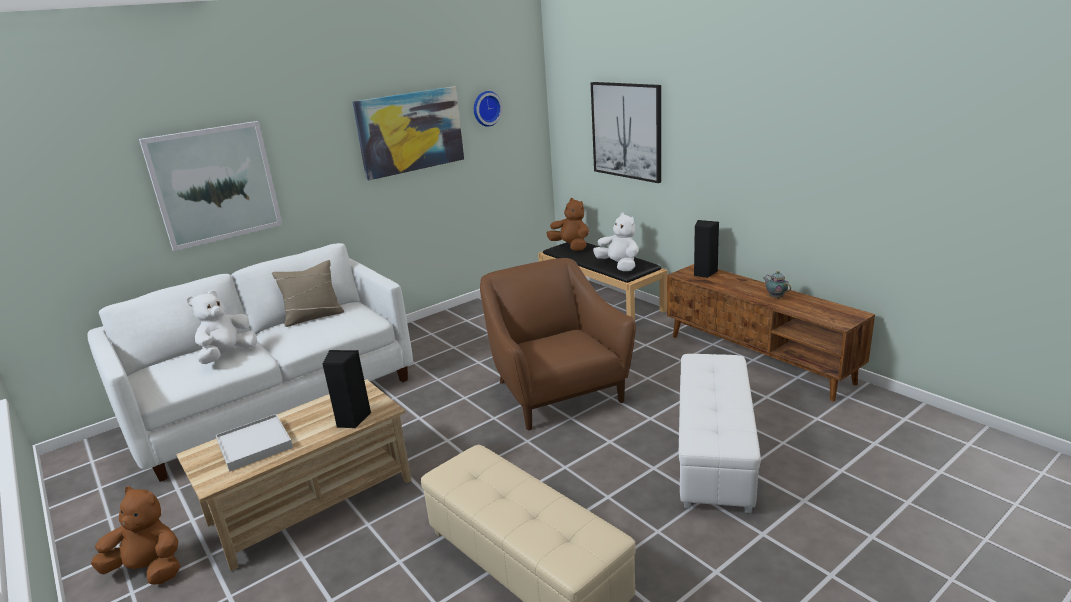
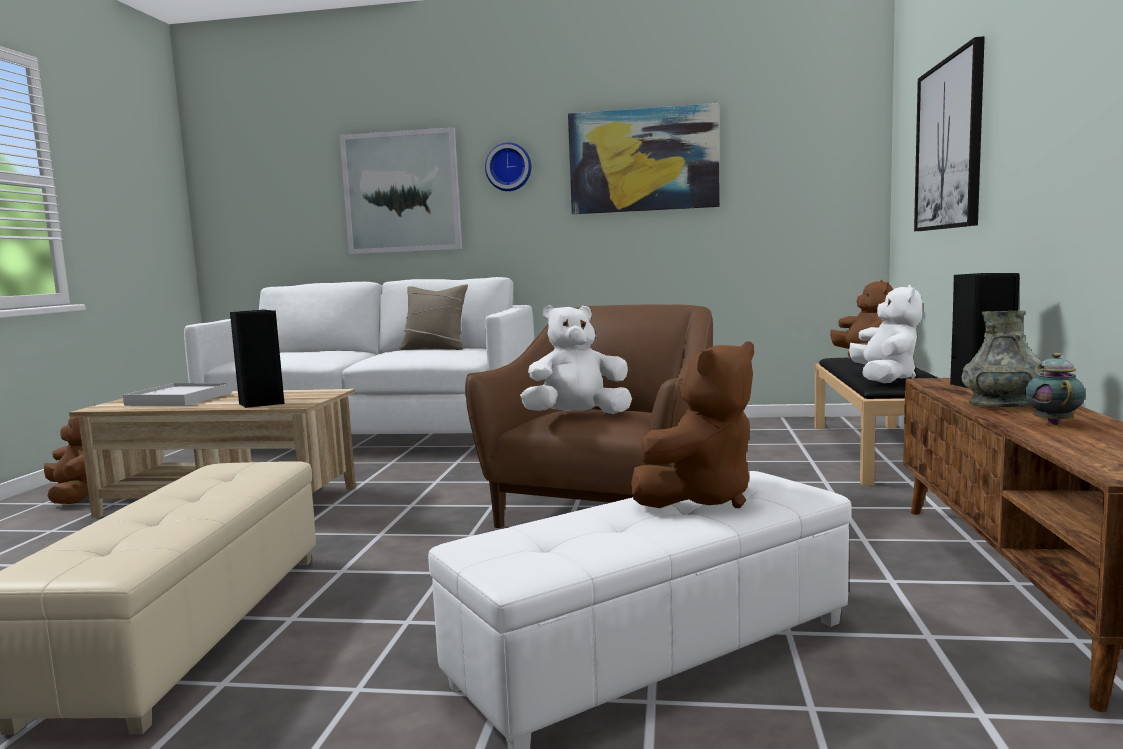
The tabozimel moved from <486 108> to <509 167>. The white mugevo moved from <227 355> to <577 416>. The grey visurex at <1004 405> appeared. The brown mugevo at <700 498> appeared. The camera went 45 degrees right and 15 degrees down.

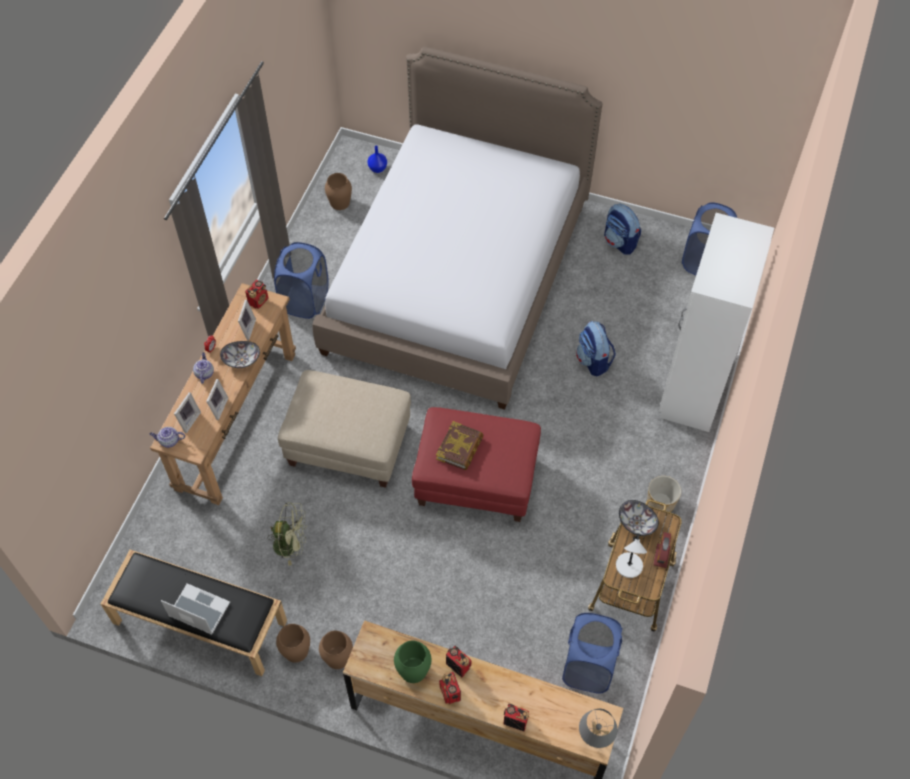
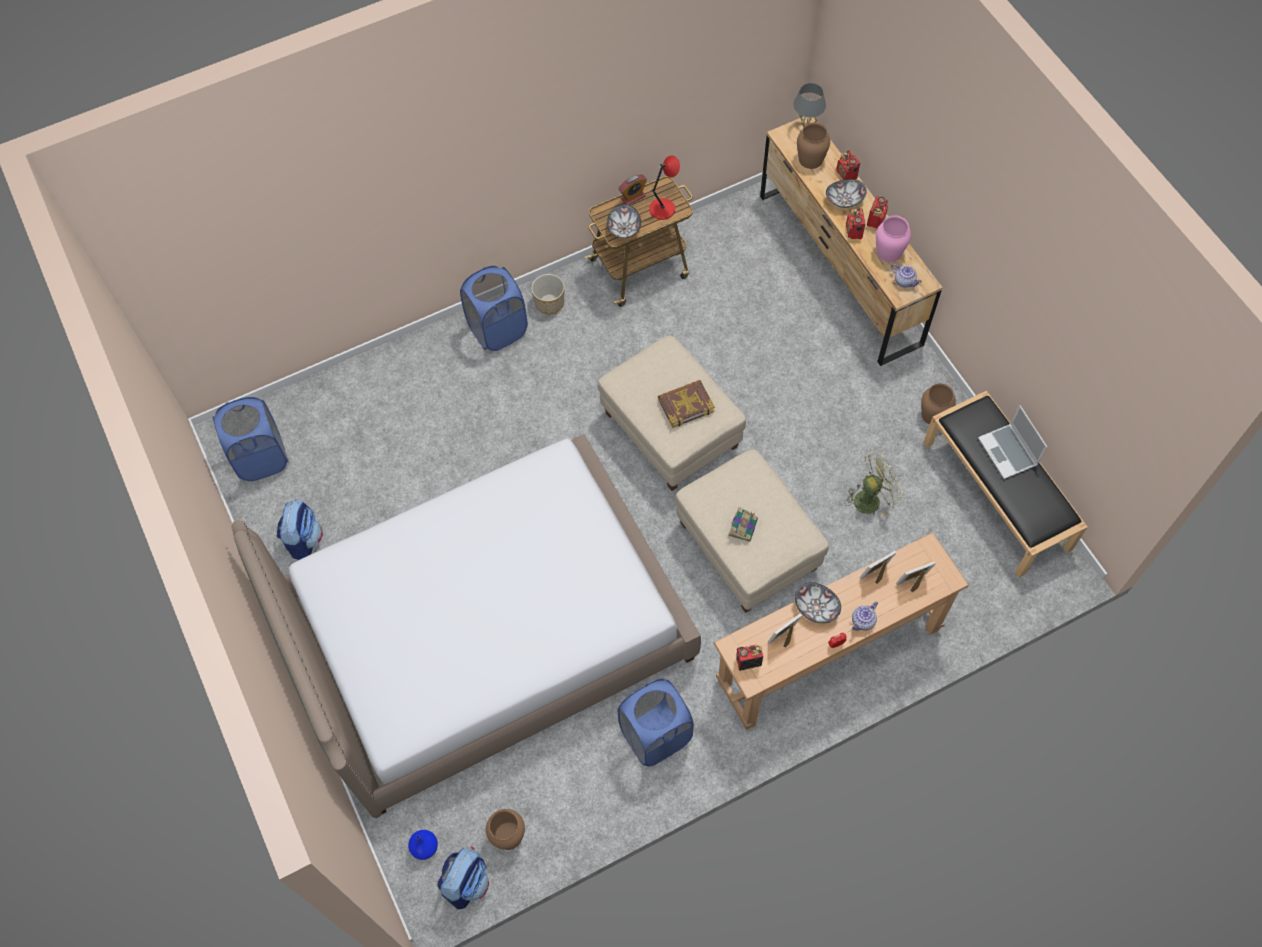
The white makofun at <693 387> disappeared. The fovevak moved from <593 361> to <467 882>. The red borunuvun at <476 480> became the beige borunuvun at <671 431>. The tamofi moved from <169 441> to <905 281>. The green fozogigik at <291 545> turned 105 degrees clockwise. The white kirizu at <629 567> became the red kirizu at <663 208>. The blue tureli moved from <588 667> to <498 329>. The brown visurex moved from <338 657> to <810 159>. The green visurex at <413 670> became the pink visurex at <889 251>. The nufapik at <844 200> appeared. The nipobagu at <743 526> appeared. The camera went 135 degrees left and 5 degrees up.

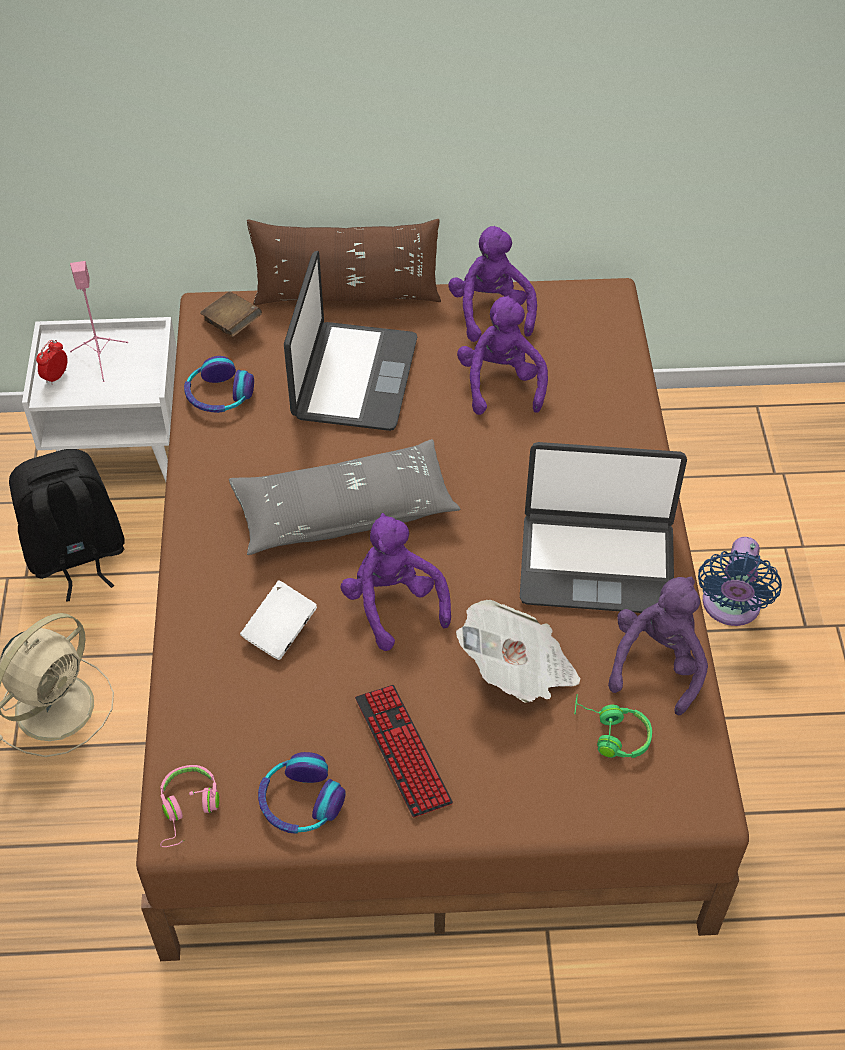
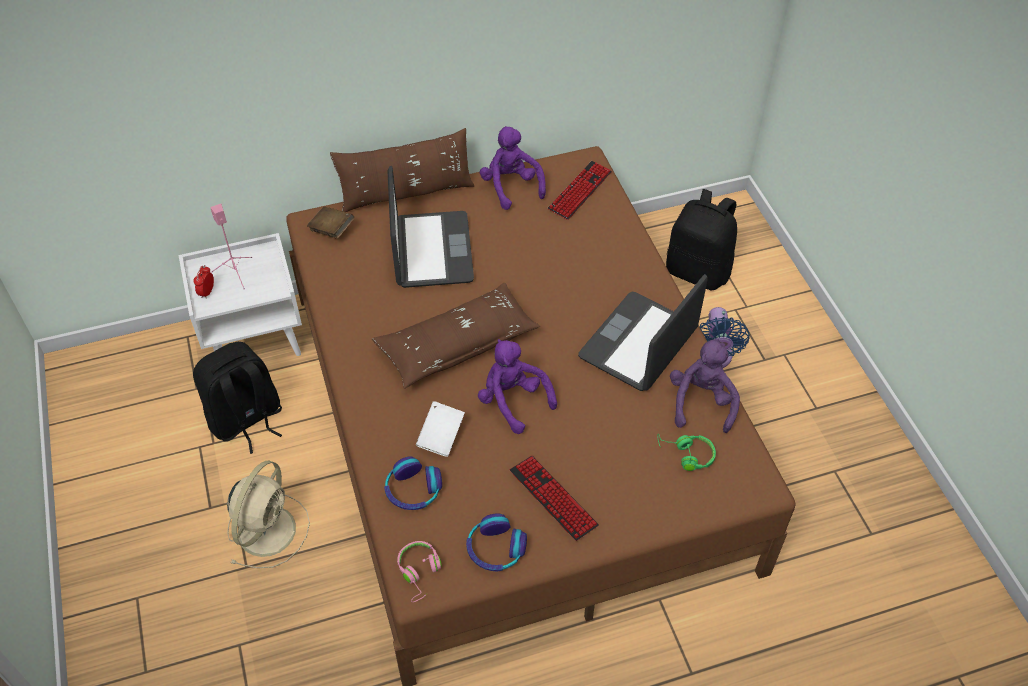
The purple mugevo at <501 383> disappeared. The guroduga moved from <219 395> to <413 490>. The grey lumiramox at <344 511> became the brown lumiramox at <457 344>. The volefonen at <597 563> turned 135 degrees clockwise. The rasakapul at <518 670> disappeared. The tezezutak at <580 191> appeared. The black fovevak at <698 271> appeared. The camera went 15 degrees left and 0 degrees up.

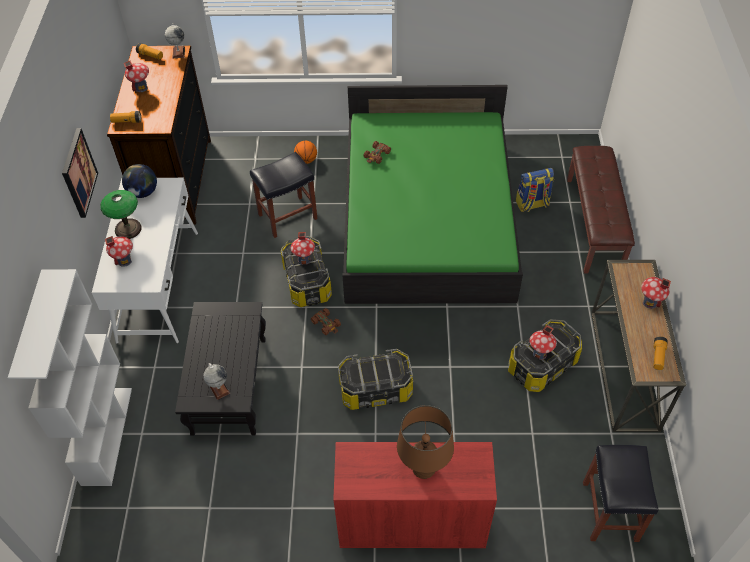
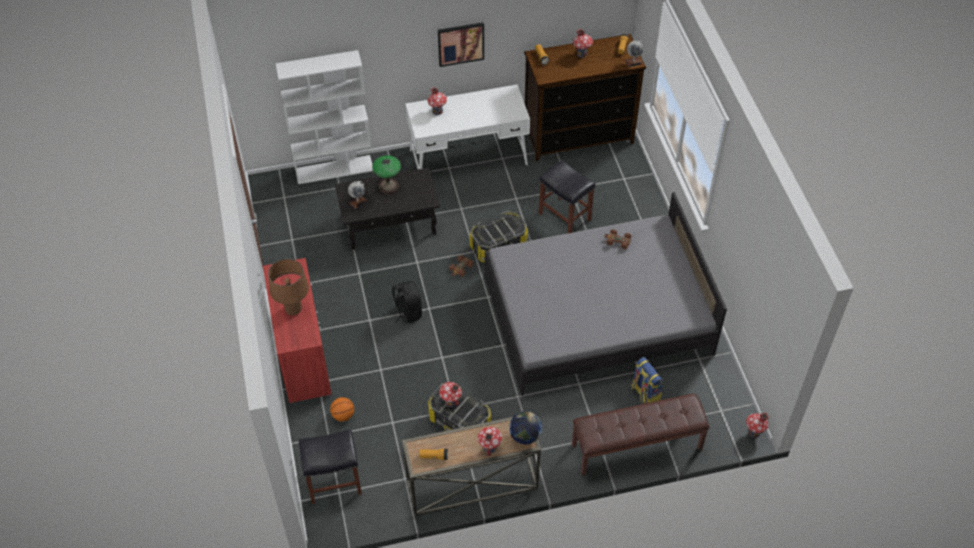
The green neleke at <427 218> became the grey neleke at <597 314>. The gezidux moved from <306 160> to <343 415>. The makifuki moved from <143 192> to <525 436>. The kirizu moved from <127 229> to <388 186>. The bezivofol moved from <304 260> to <754 432>. The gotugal at <375 390> was replaced by the black fovevak at <407 312>. The camera went 75 degrees right and 0 degrees up.

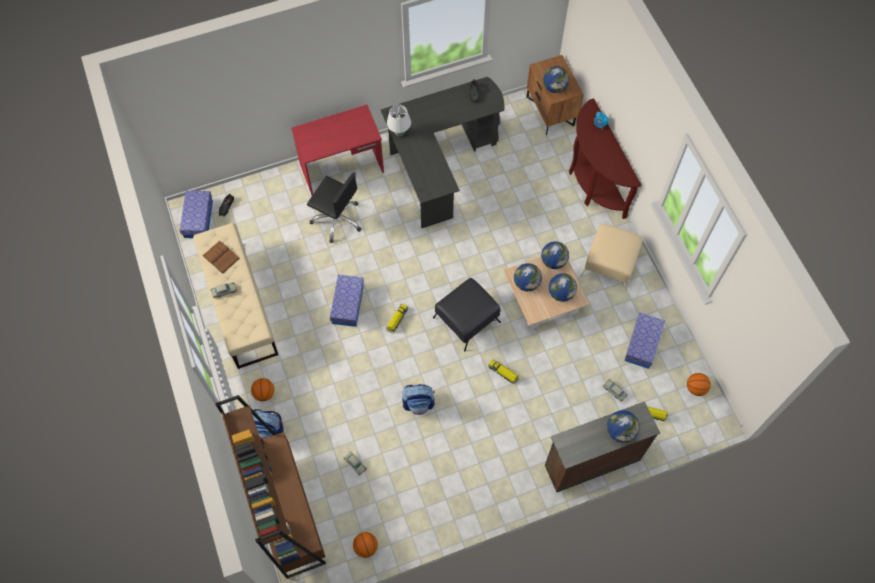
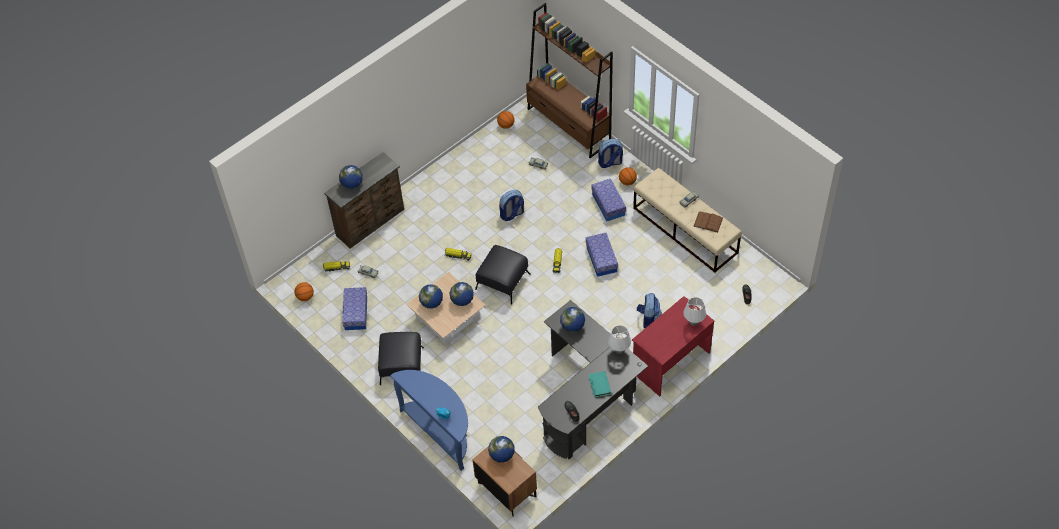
The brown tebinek at <593 183> became the blue tebinek at <440 432>. The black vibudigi at <337 219> was replaced by the fovevak at <648 318>. The gotugal moved from <198 219> to <608 204>. The beige borunuvun at <609 264> became the black borunuvun at <402 365>. The makifuki moved from <553 261> to <572 326>. The white kirizu at <694 322> appeared. The turquoise nipobagu at <599 385> appeared. The camera went 160 degrees right and 10 degrees down.

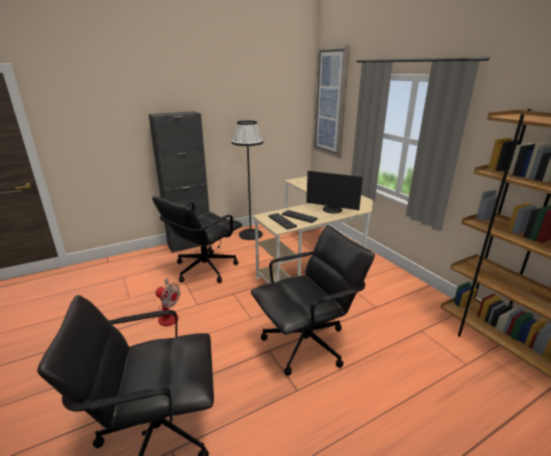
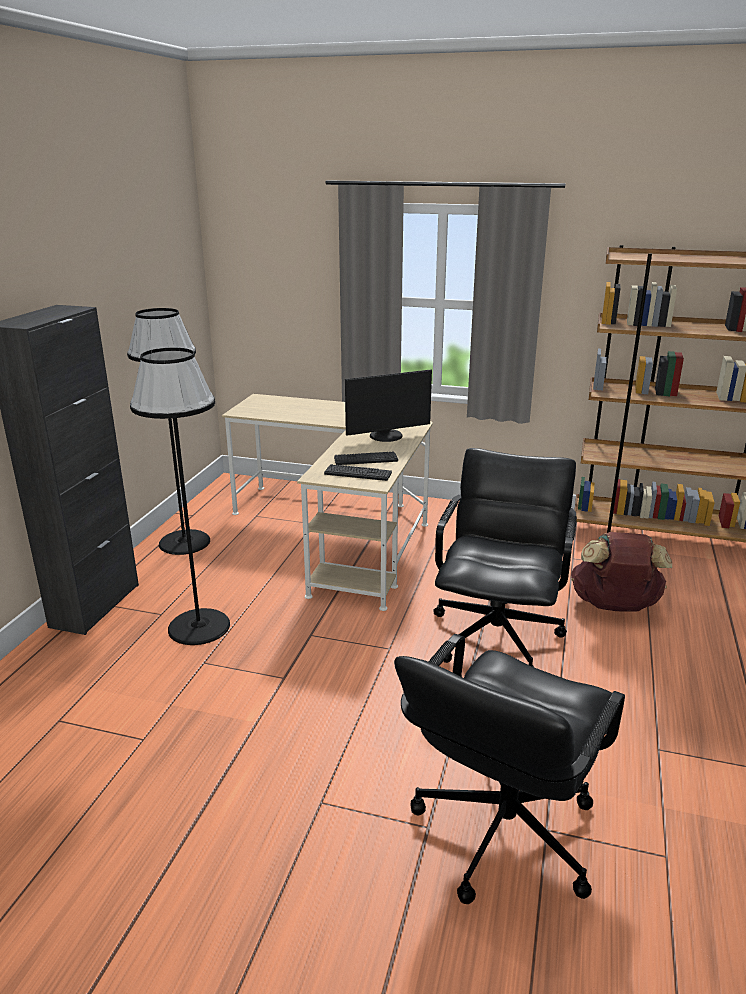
The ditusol at <330 102> disappeared. The black vibudigi at <204 268> was replaced by the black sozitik at <198 627>. The fozogigik at <168 314> disappeared. The brown fovevak at <614 606> appeared. The camera went 45 degrees left and 0 degrees up.

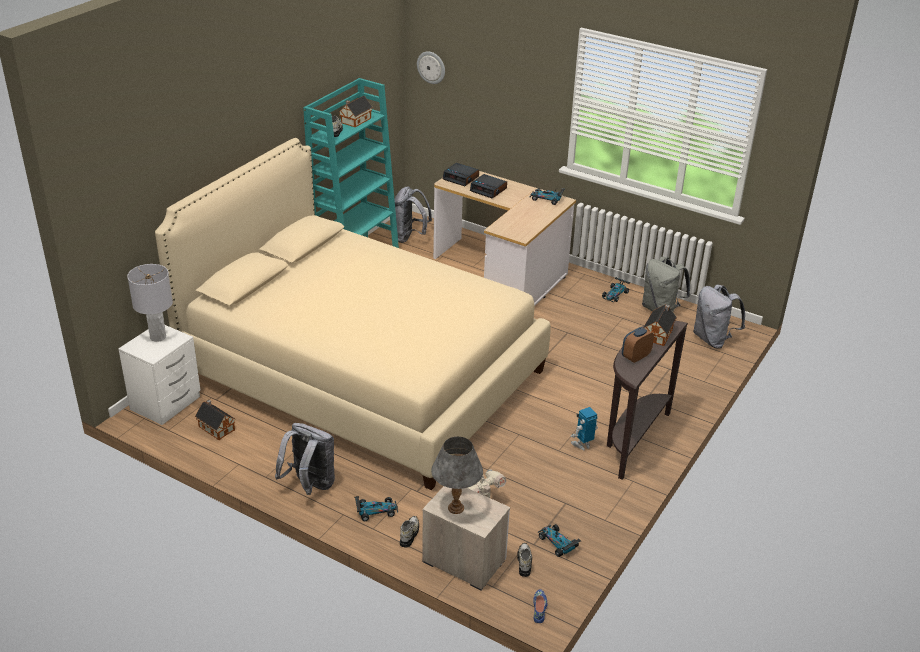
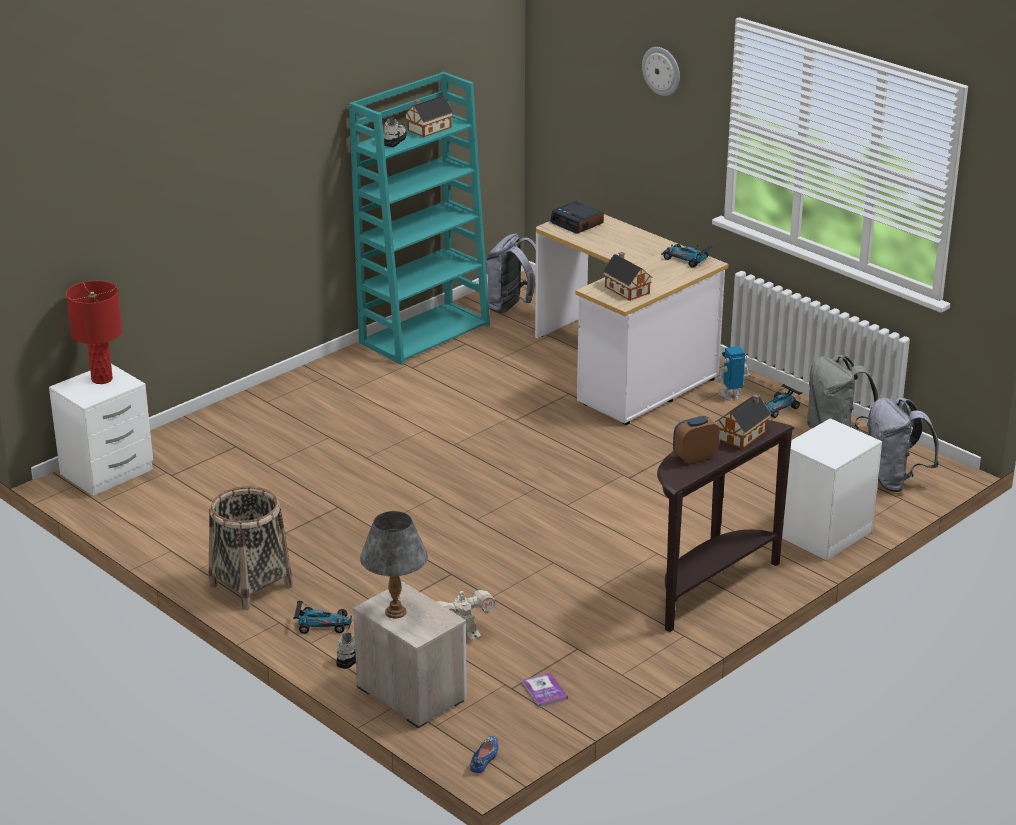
The tabozimel moved from <431 67> to <662 71>. The beige neleke at <363 373> disappeared. The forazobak at <489 190> disappeared. The grey kirizu at <158 337> became the red kirizu at <102 379>. The bezivofol moved from <216 427> to <626 289>. The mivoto moved from <582 445> to <731 396>. The grey fovevak at <310 485> was replaced by the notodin at <250 585>. The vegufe at <557 543> was replaced by the nipobagu at <544 691>. The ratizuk at <524 563> disappeared. The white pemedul at <822 533> appeared. The camera went 15 degrees right and 5 degrees down.

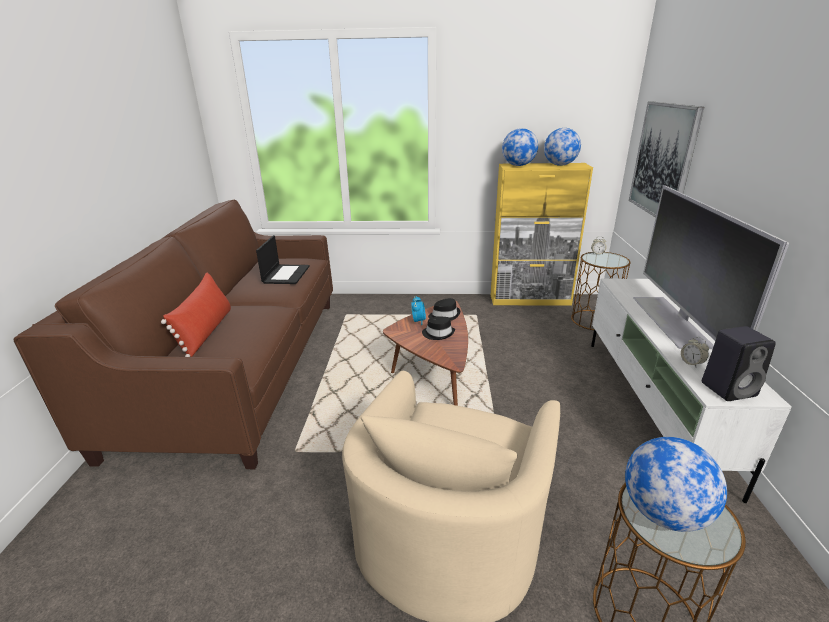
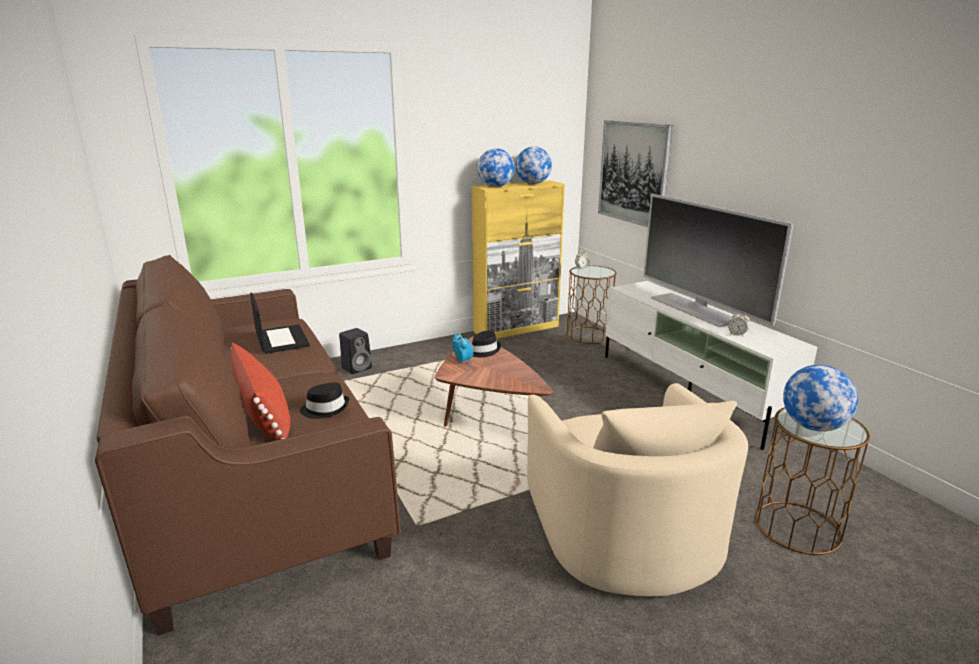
The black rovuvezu moved from <438 333> to <325 409>. The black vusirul moved from <729 389> to <357 368>. The camera went 30 degrees left and 5 degrees down.

